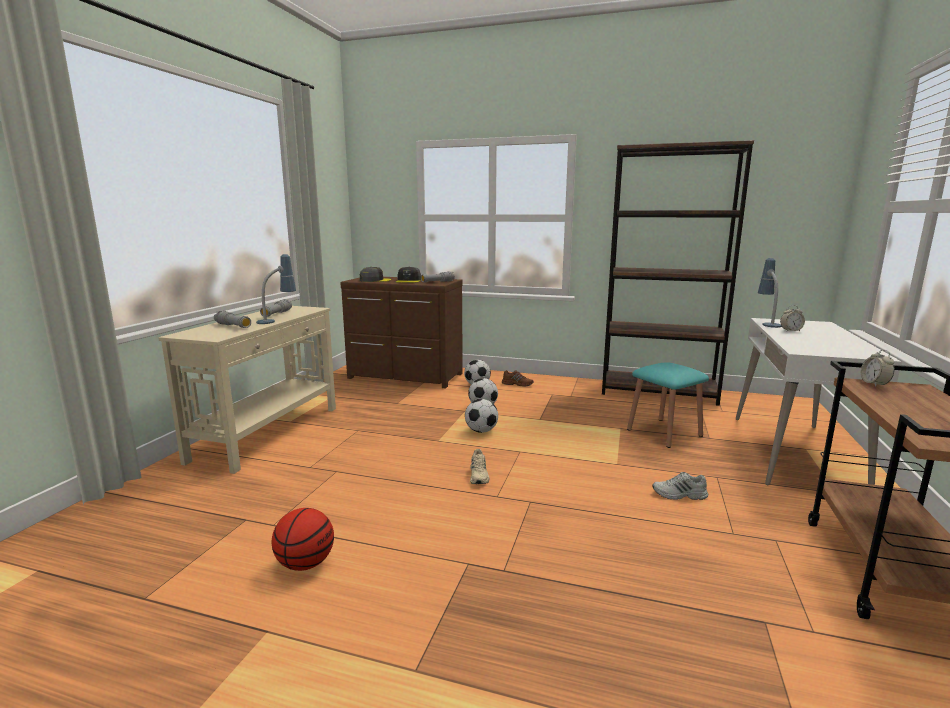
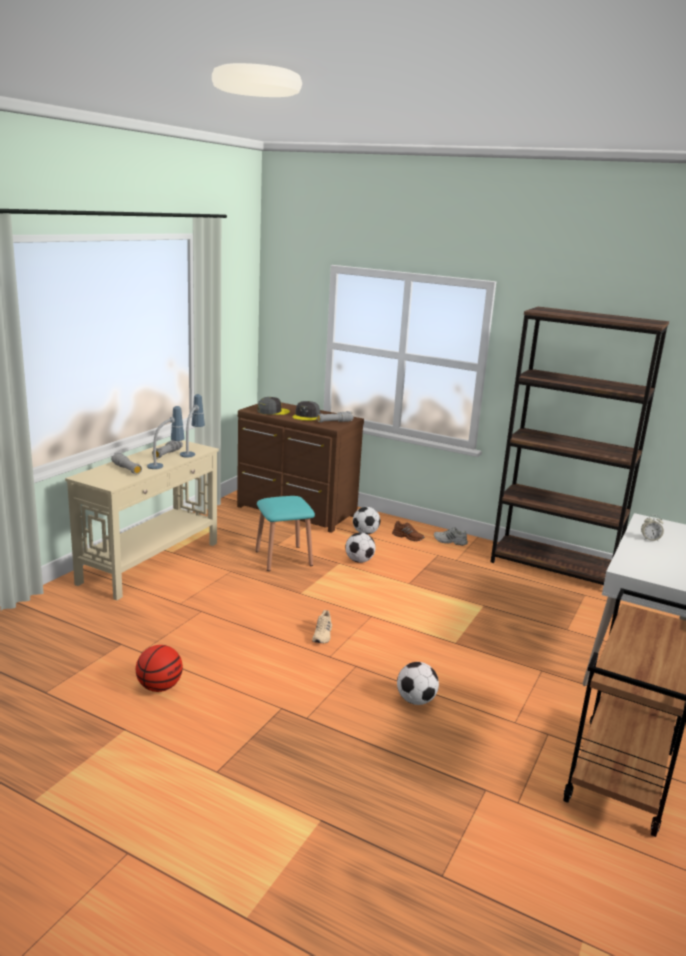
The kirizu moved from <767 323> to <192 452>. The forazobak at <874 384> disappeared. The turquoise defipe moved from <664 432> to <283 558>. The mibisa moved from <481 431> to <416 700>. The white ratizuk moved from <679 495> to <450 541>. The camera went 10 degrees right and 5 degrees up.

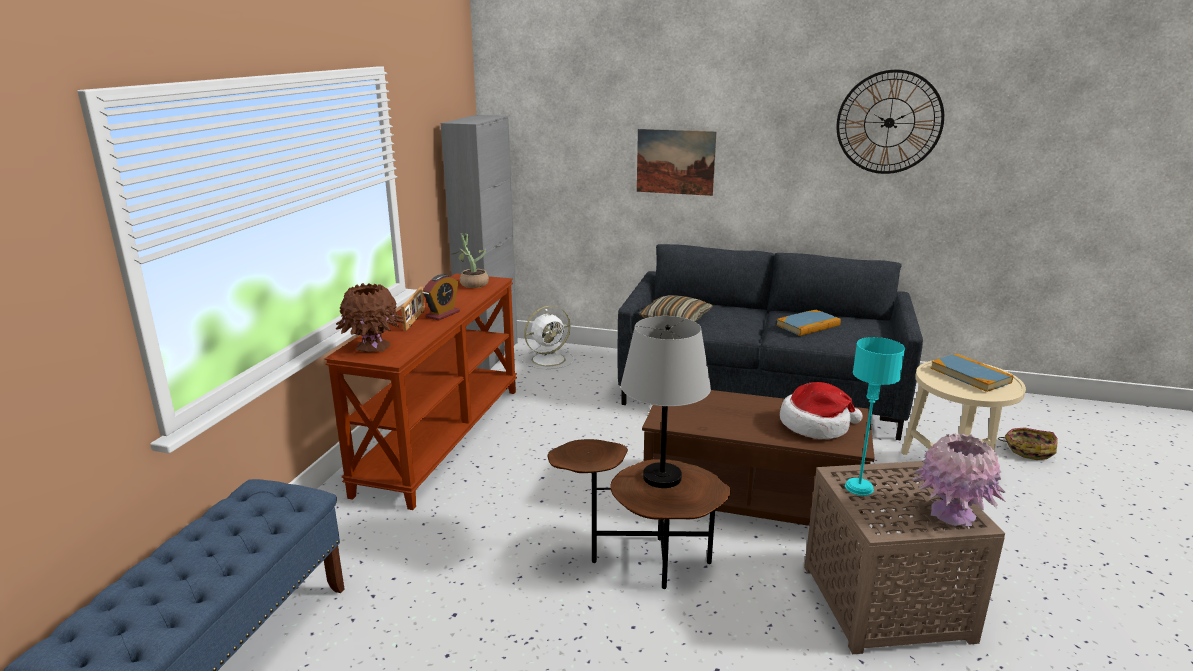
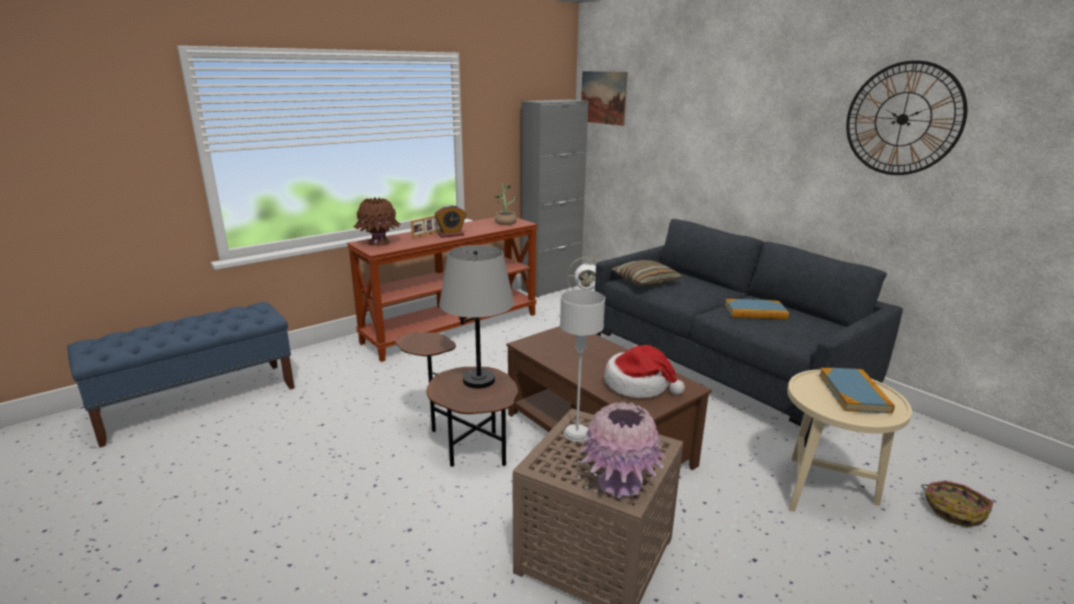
The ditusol moved from <675 162> to <603 97>. The turquoise kirizu at <858 487> became the grey kirizu at <576 433>. The camera went 35 degrees right and 0 degrees up.

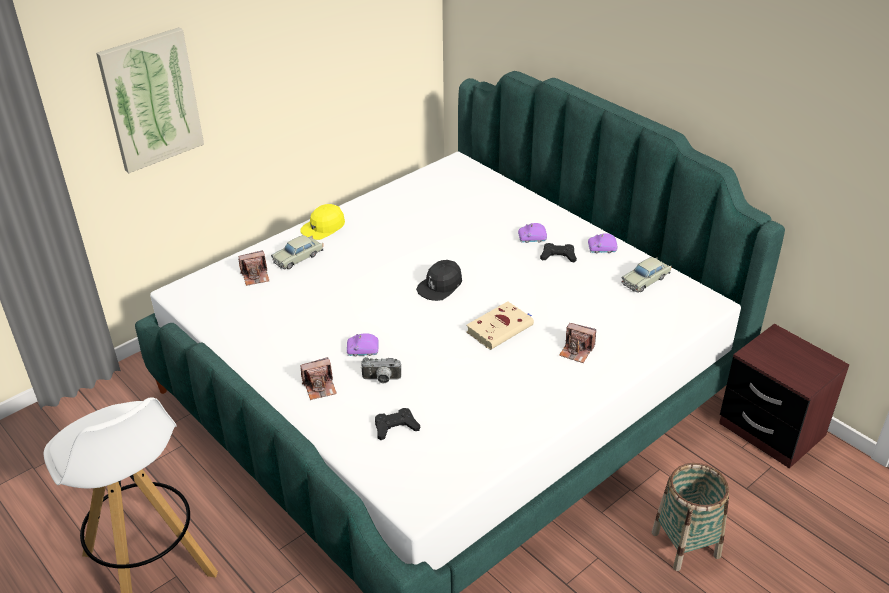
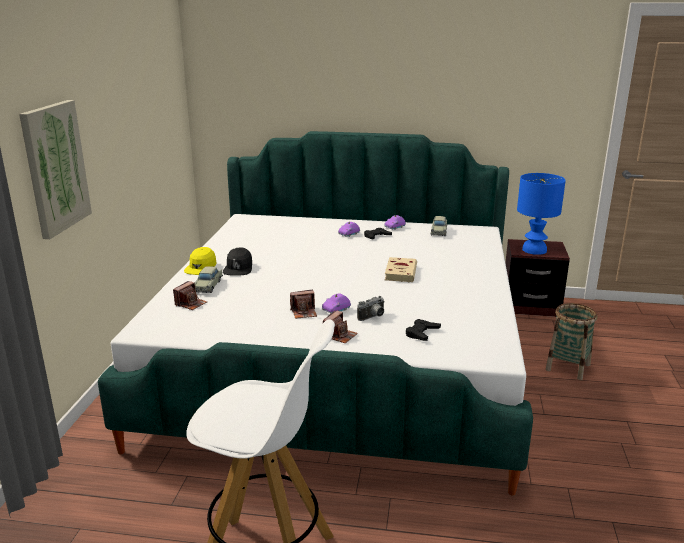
The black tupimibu moved from <440 286> to <238 268>. The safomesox moved from <576 351> to <304 312>. The blue kirizu at <534 250> appeared. The camera went 40 degrees left and 15 degrees down.

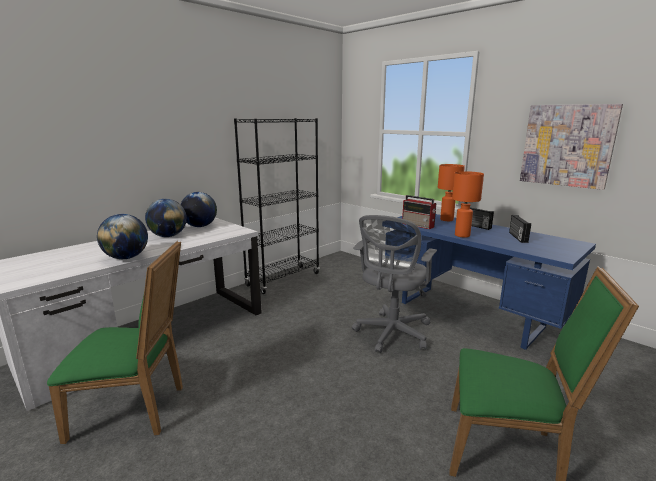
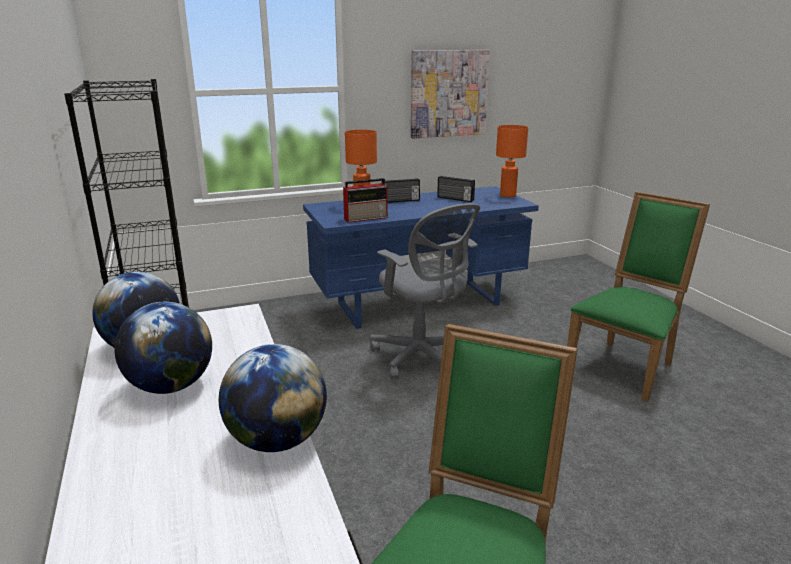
The orange kirizu moved from <461 235> to <507 195>. The camera went 65 degrees left and 5 degrees up.

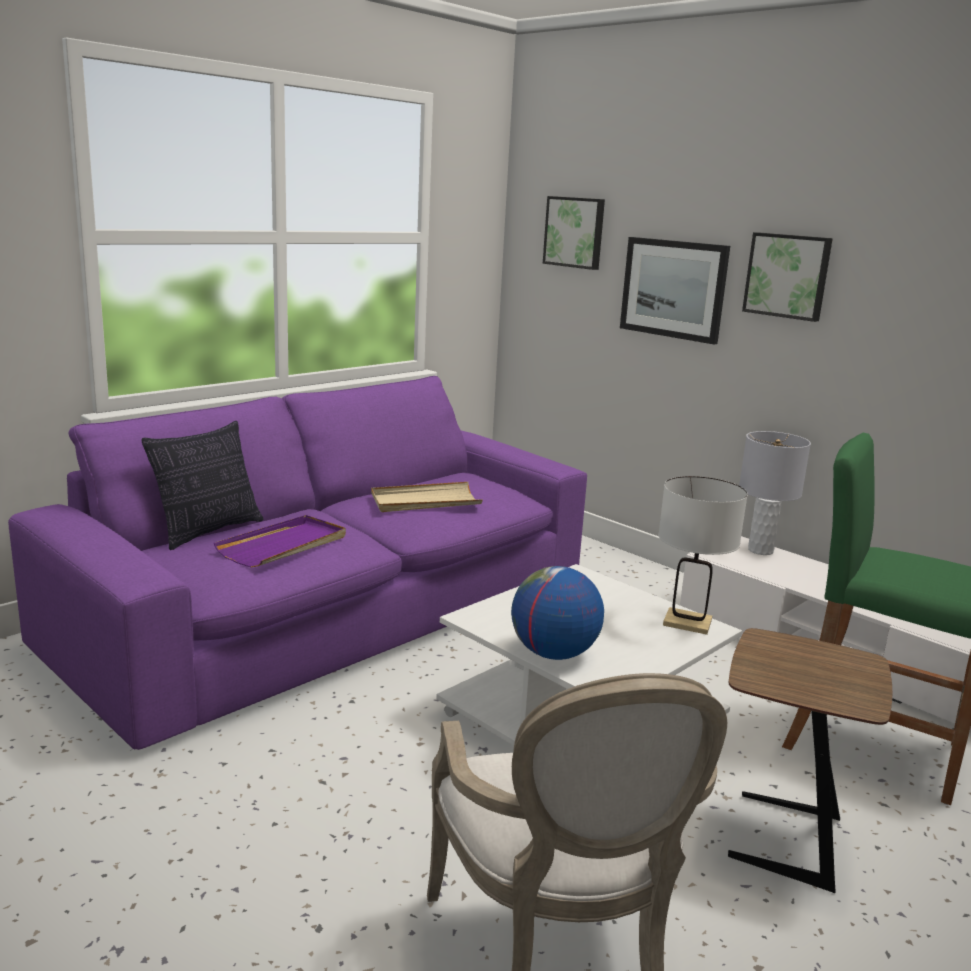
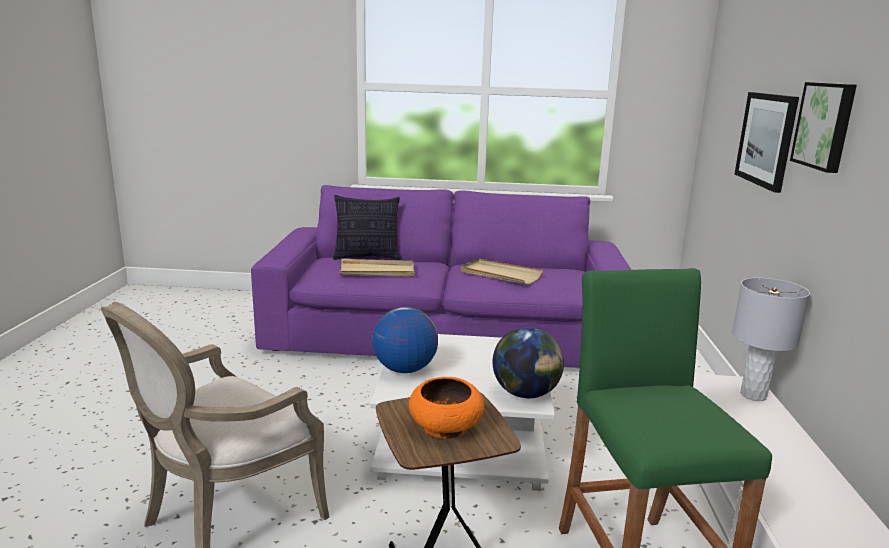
The ditusol at <575 232> disappeared. The white kirizu at <687 622> was replaced by the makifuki at <526 394>. The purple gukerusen at <284 545> became the beige gukerusen at <377 271>. The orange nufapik at <445 428> appeared. The camera went 50 degrees right and 0 degrees up.

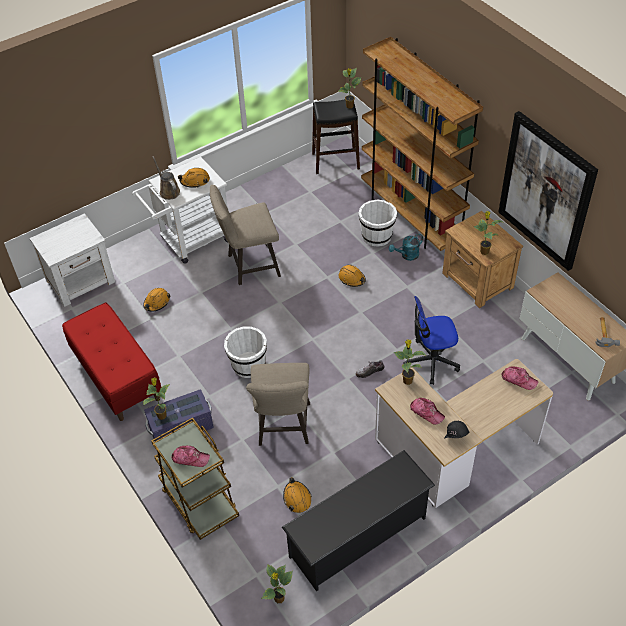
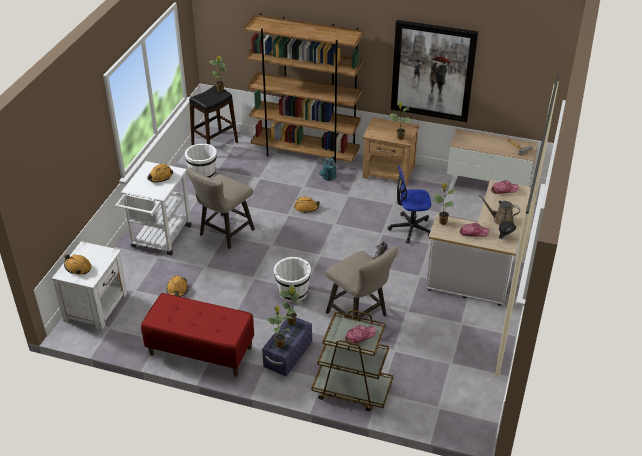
The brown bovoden moved from <168 191> to <501 220>. The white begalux moved from <377 236> to <203 175>. The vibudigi at <431 361> turned 45 degrees clockwise. The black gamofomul at <358 537> disappeared. The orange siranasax moved from <297 498> to <78 267>. The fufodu moved from <279 599> to <292 323>. The camera went 40 degrees left and 10 degrees down.

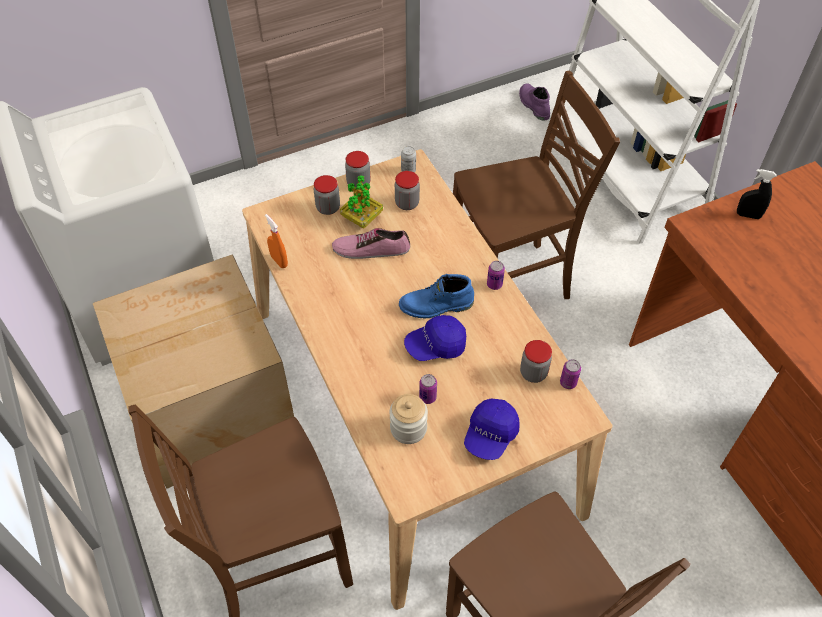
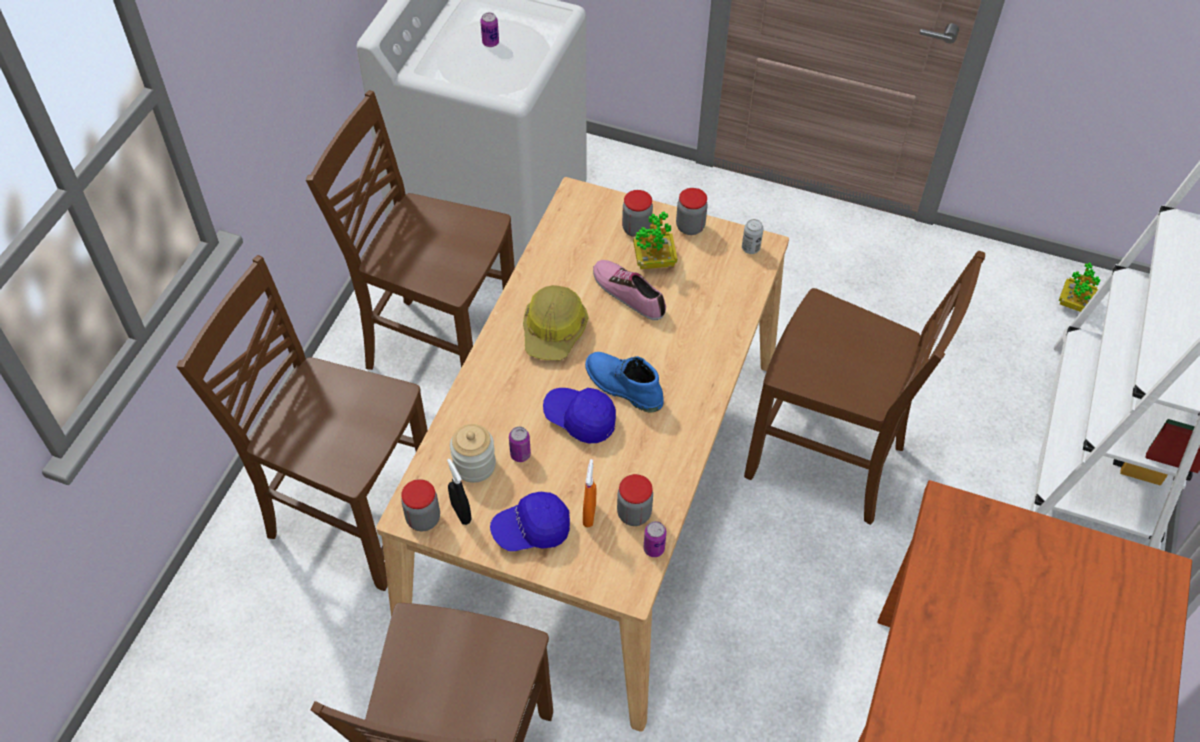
The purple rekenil at <533 105> was replaced by the fufodu at <1074 304>. The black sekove moved from <748 215> to <461 513>. The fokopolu moved from <407 203> to <423 519>. The orange sekove moved from <279 261> to <589 514>. The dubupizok at <209 406> was replaced by the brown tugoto at <439 349>. The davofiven moved from <494 284> to <490 43>. The siranasax at <554 330> appeared. The camera went 45 degrees right and 0 degrees up.

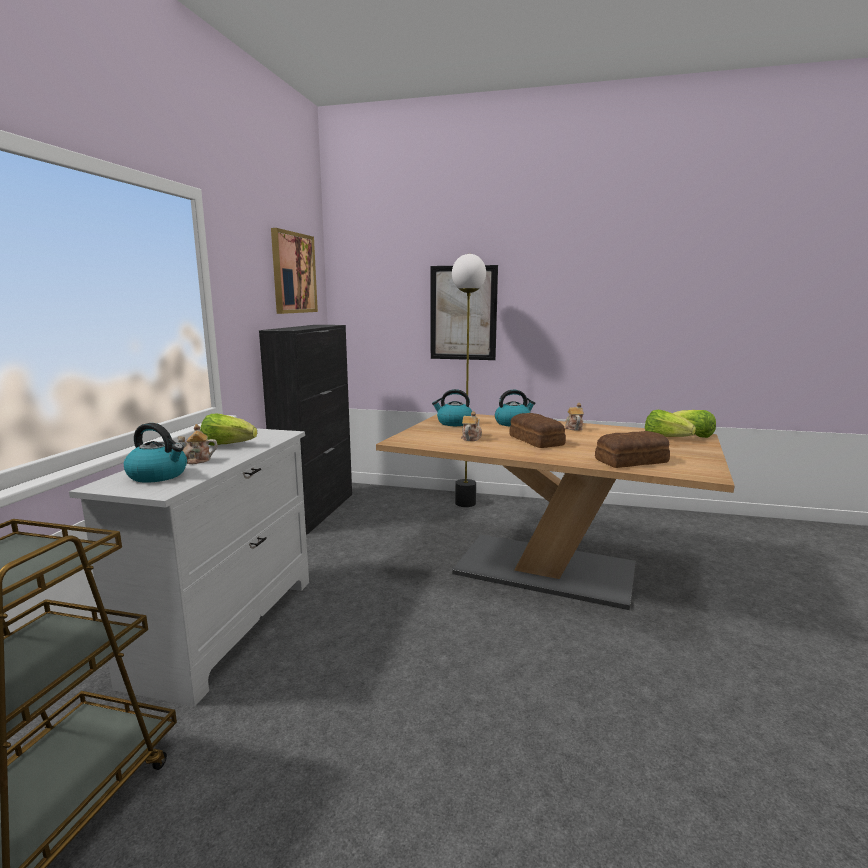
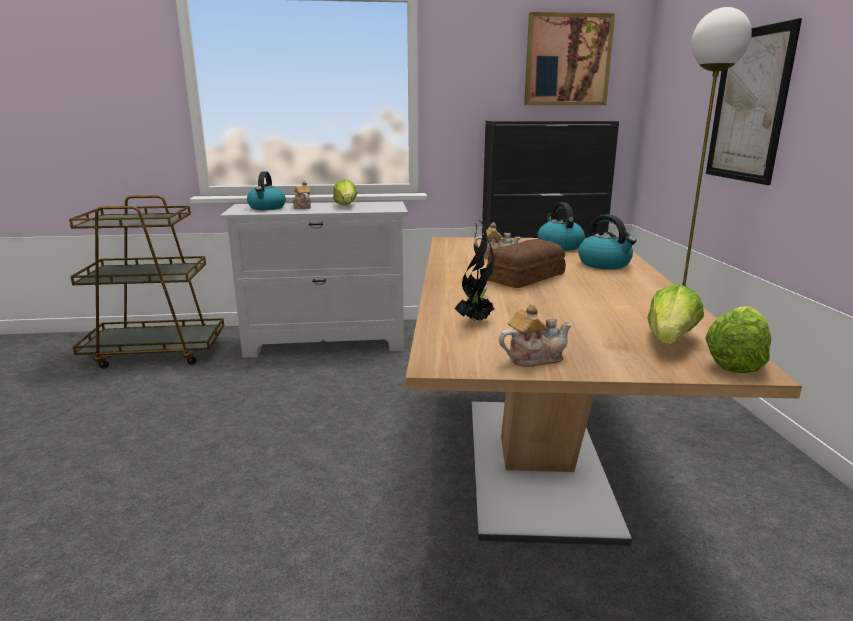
The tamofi moved from <573 428> to <533 358>. The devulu at <633 461> was replaced by the fufodu at <476 321>. The camera went 70 degrees right and 5 degrees up.

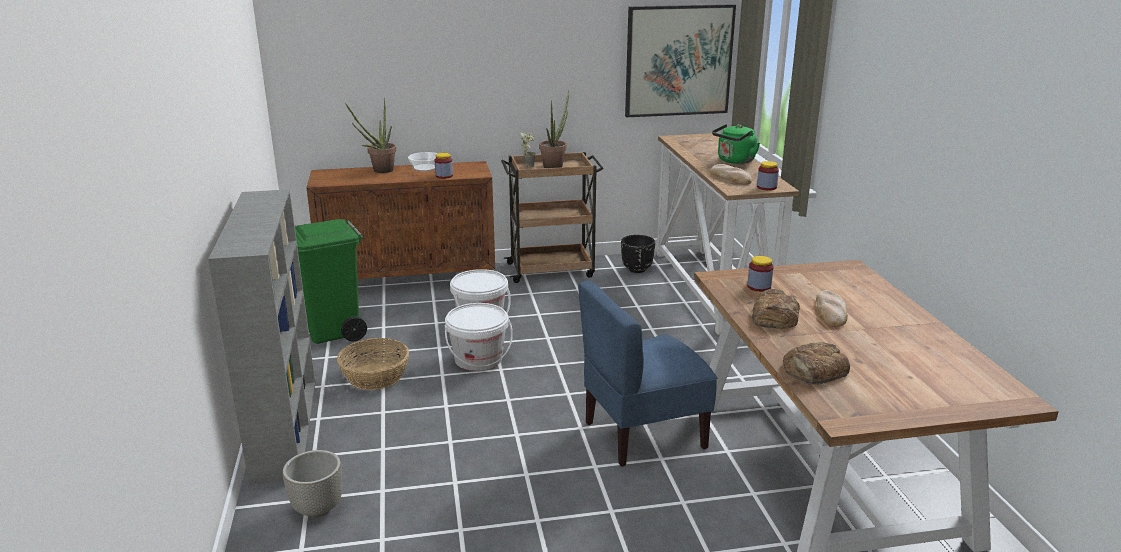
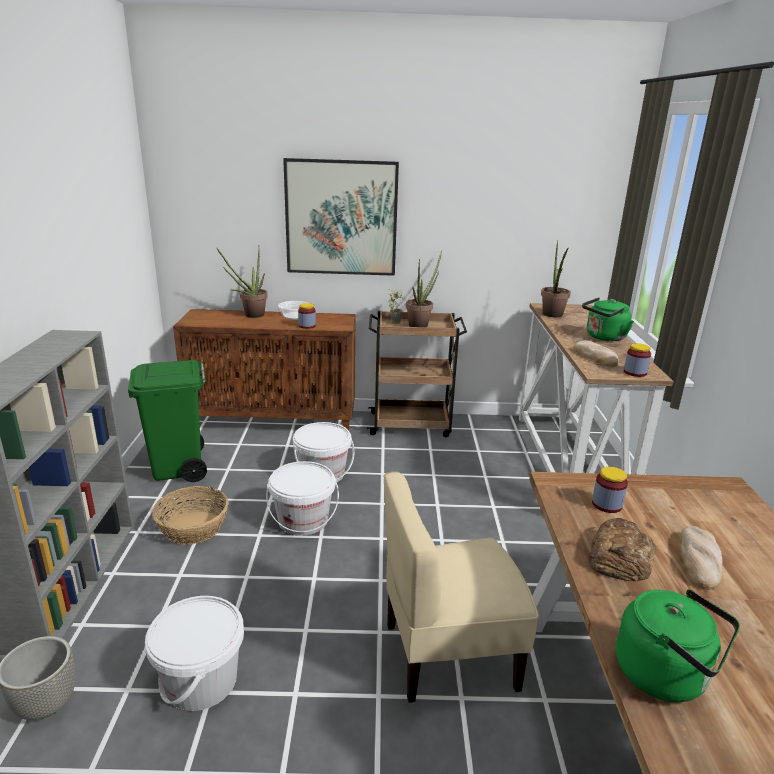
The ditusol moved from <678 60> to <341 218>. The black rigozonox at <637 269> disappeared. The blue tugoto at <643 434> became the beige tugoto at <448 655>. The devulu at <814 371> was replaced by the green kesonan at <666 675>. The fufodu at <553 316> appeared. The white begalux at <201 681> appeared. The camera went 10 degrees right and 0 degrees up.

